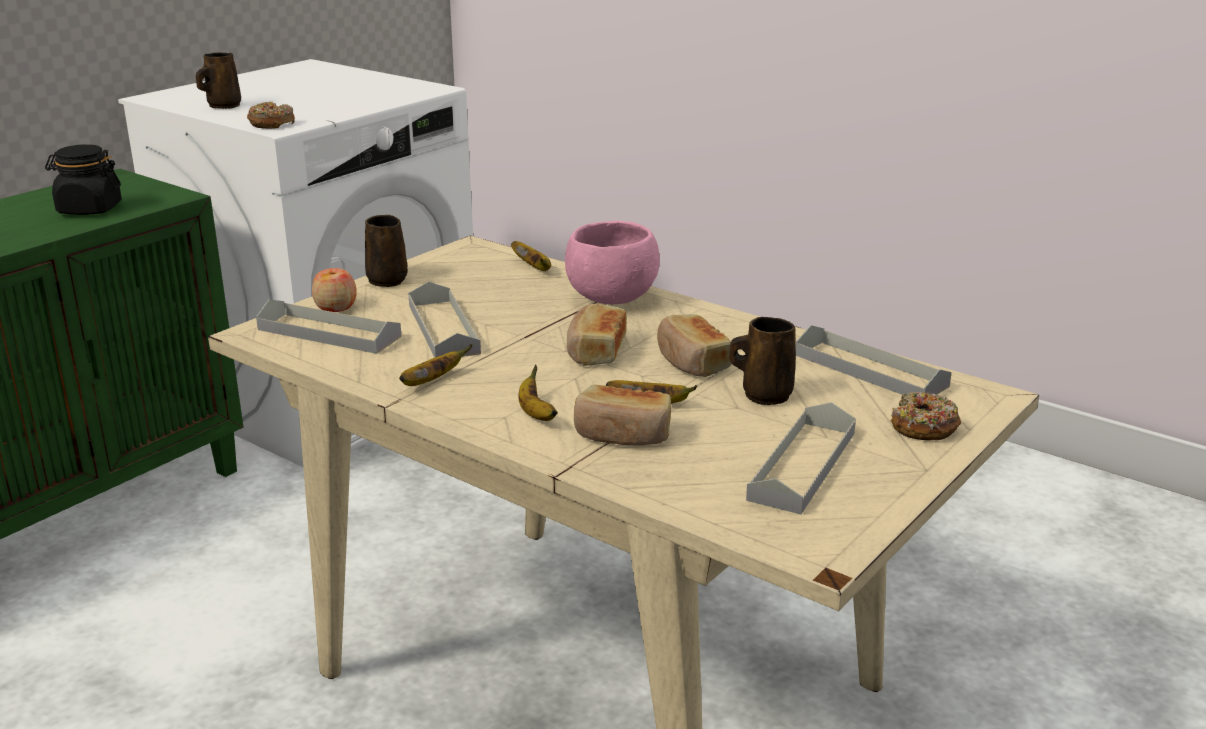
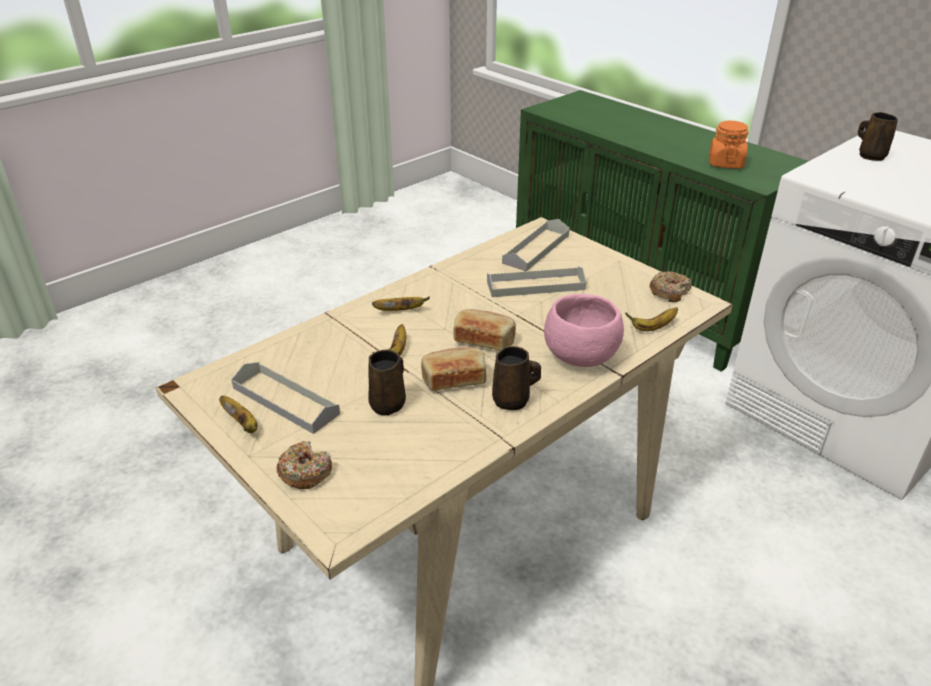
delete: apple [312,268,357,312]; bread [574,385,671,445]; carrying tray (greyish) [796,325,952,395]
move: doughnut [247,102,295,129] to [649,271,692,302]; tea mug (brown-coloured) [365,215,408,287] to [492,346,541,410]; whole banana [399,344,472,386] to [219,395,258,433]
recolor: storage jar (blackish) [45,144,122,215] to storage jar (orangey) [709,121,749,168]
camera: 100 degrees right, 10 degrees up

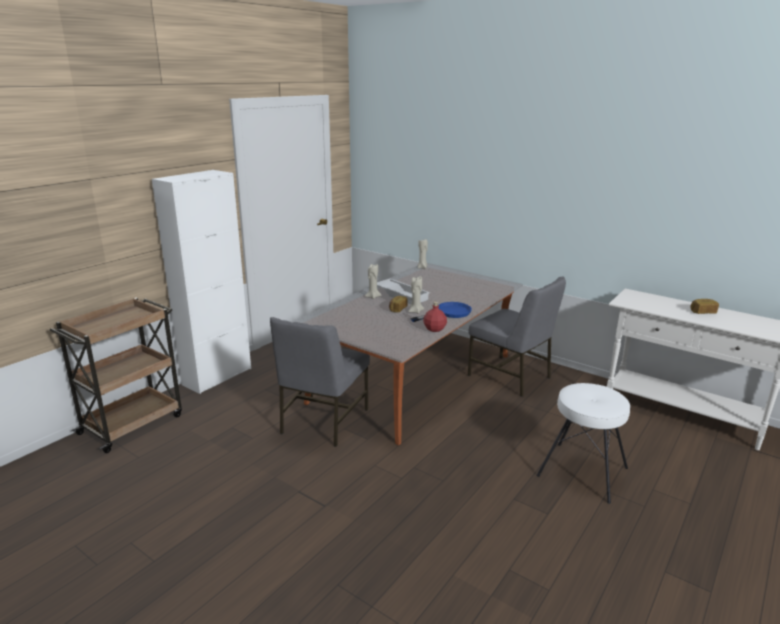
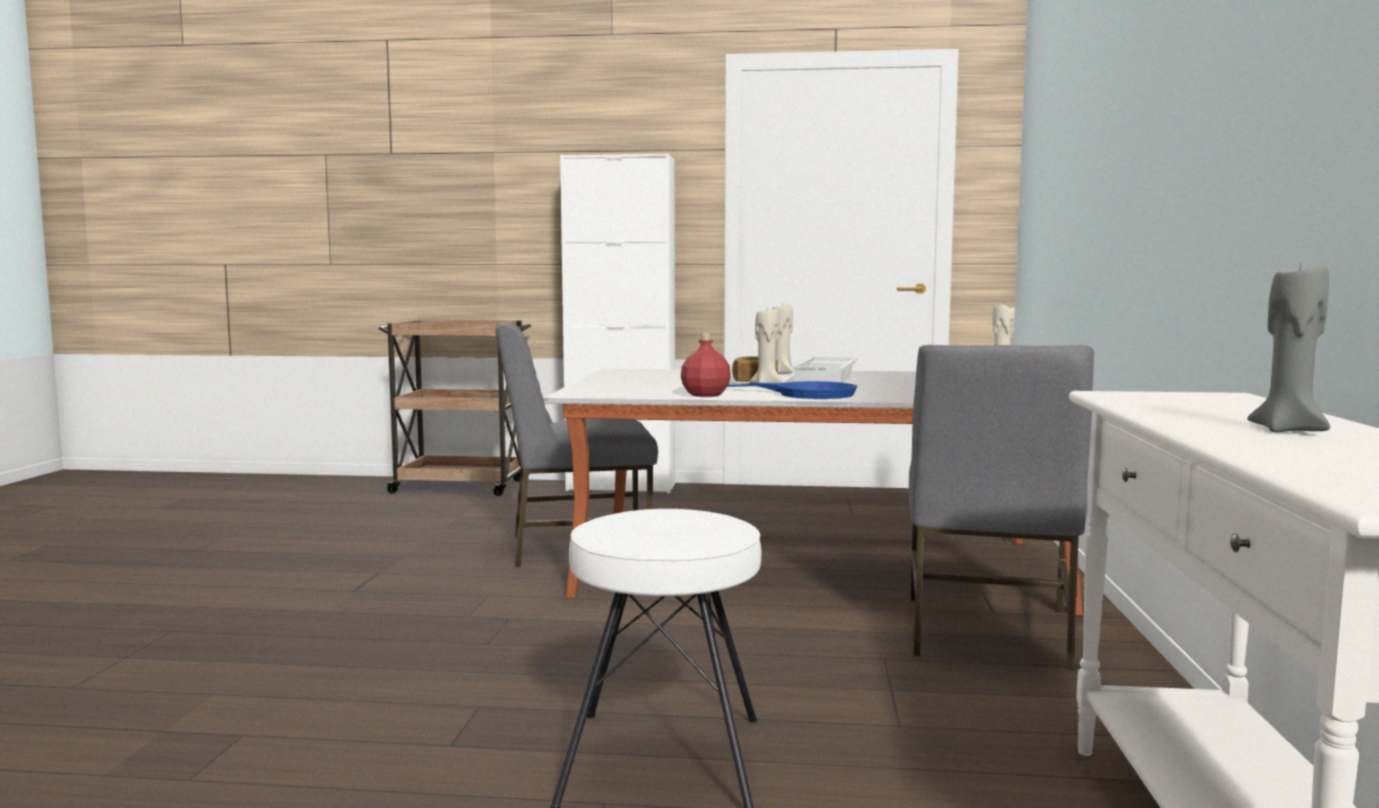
replace: bread [690,299,719,314] to wax candle (greyish) [1247,262,1330,433]
camera: 60 degrees right, 15 degrees down

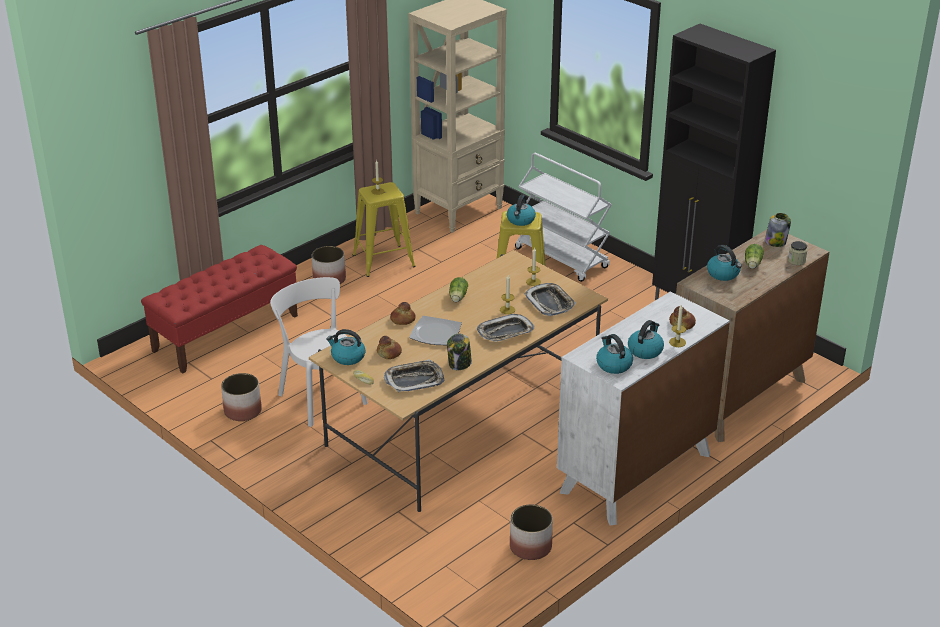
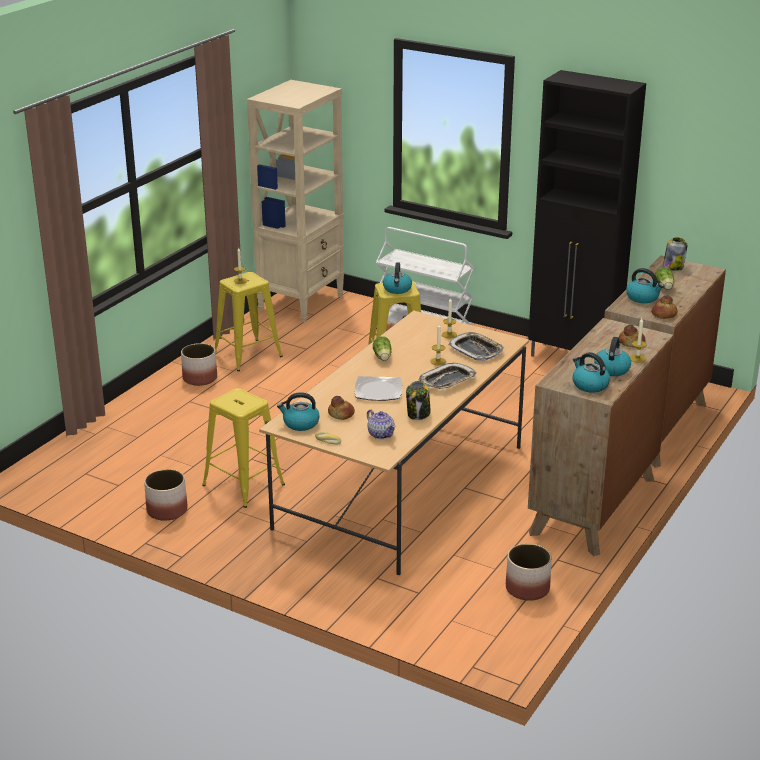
delete: bench (red-coloured) [141,245,298,374]; storage jar [788,241,808,265]
move: bread [390,302,416,325] to [651,295,678,319]
replace: upright chair (white) [270,277,368,427] to stool seat (yellowish) [202,388,285,508]; carrying tray [384,359,444,392] to pot for tea [367,410,395,439]
recolor: dresser (white) [557,291,730,526] to dresser (brown-coloured) [528,318,674,556]
camera: 15 degrees left, 5 degrees down

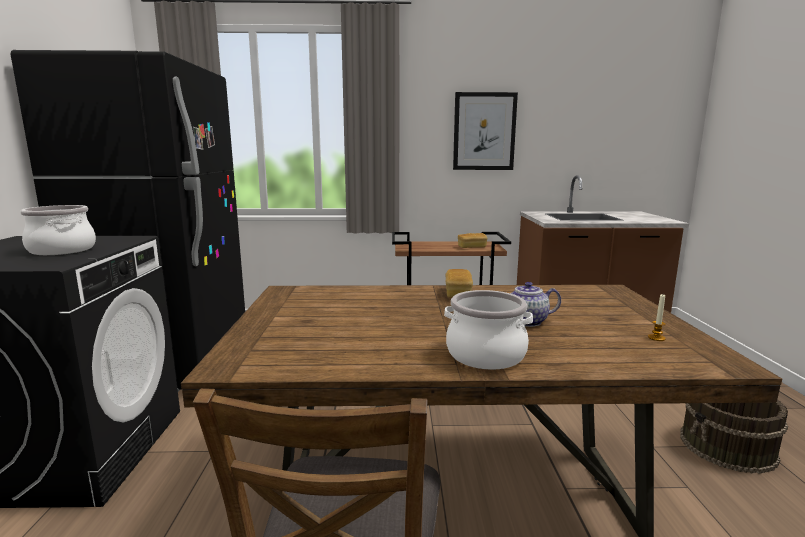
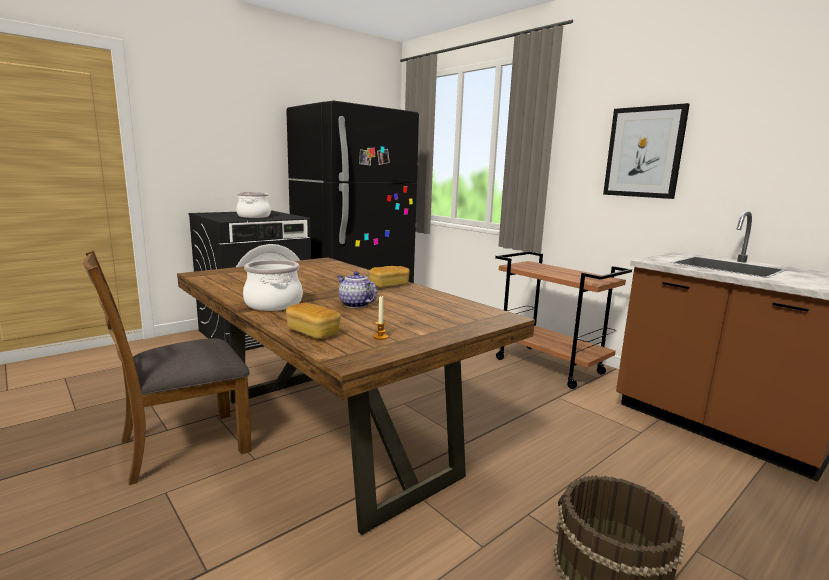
move: bread [458,233,487,248] to [286,303,341,339]
camera: 50 degrees right, 0 degrees up

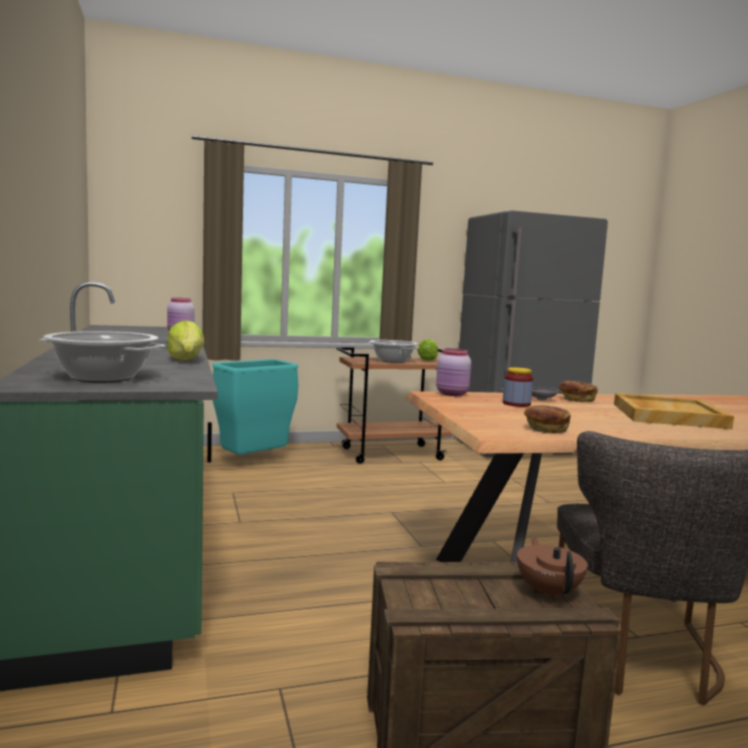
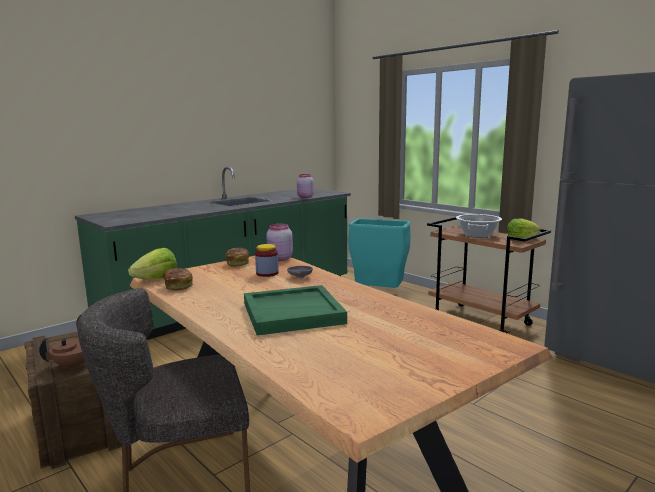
delete: stockpot [39,331,166,383]
move: lettuce [167,320,205,360] to [128,248,177,280]; bread [559,380,598,402] to [225,248,250,267]
recolor: carrying tray (sand-coloured) [614,393,734,429] to carrying tray (green) [244,285,347,335]
camera: 65 degrees right, 5 degrees up

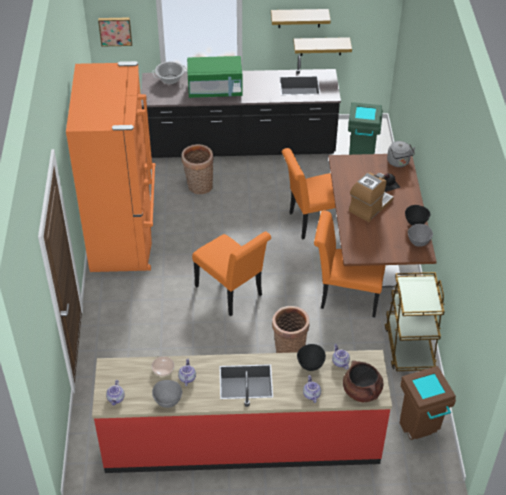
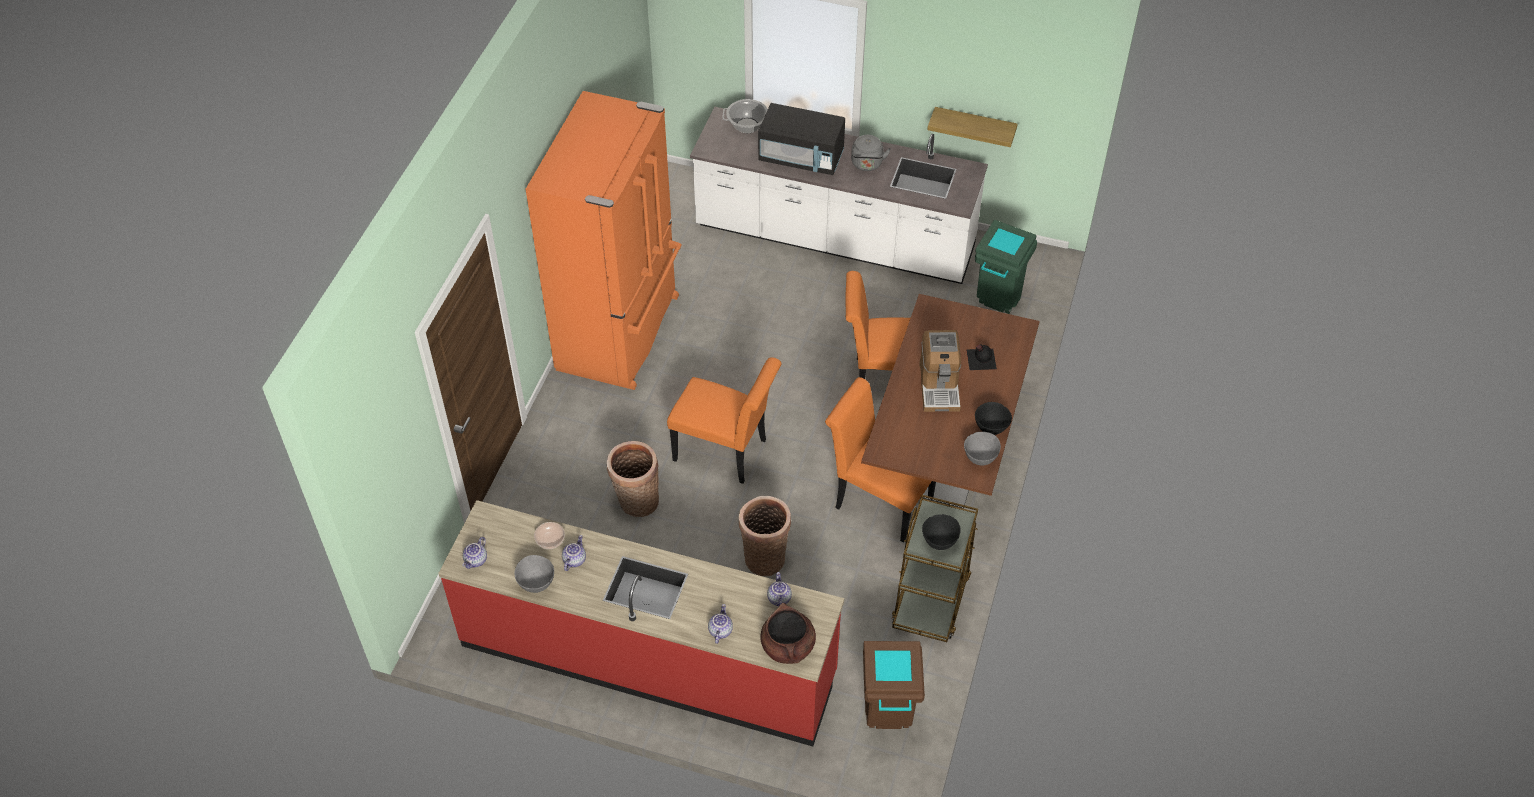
delete: wall picture [98,17,132,47]; shelf [271,9,331,28]
move: storage basket [182,144,214,194] to [607,441,659,517]; serving bowl (blackish) [297,344,326,371] to [922,514,961,550]; kettle (greyish) [387,141,415,167] to [851,135,891,171]
recolor: kitchen base unit (blackish) [141,55,341,158] to kitchen base unit (white) [690,107,988,284]; microwave (green) [187,56,242,98] to microwave (blackish) [758,103,845,175]
rotate: upright chair (orangey) [192,232,271,316] = [667,357,782,484] 45 degrees counterclockwise; coffee maker [349,172,393,222] = [919,330,961,412] 120 degrees clockwise
camera: 20 degrees right, 5 degrees up

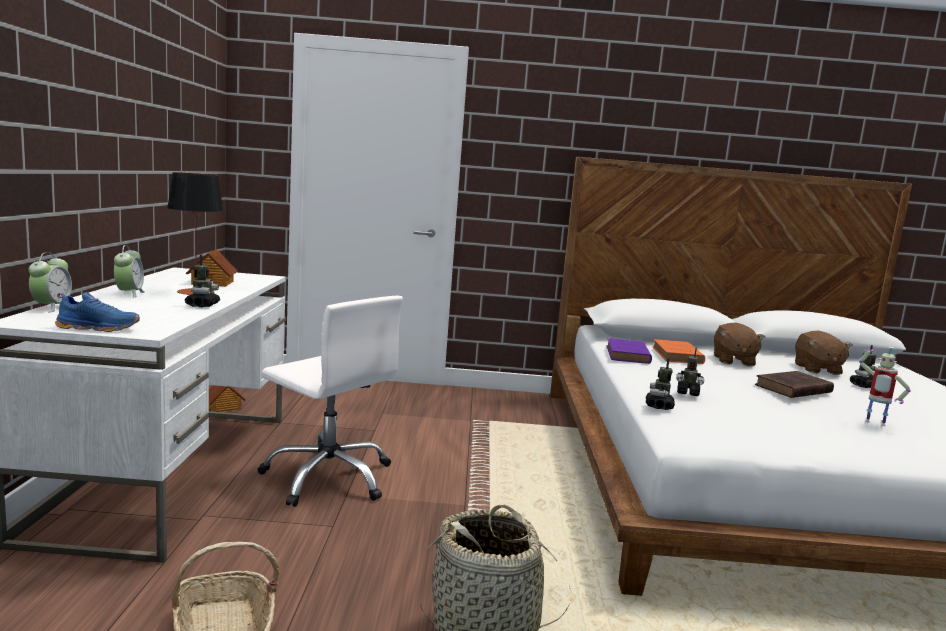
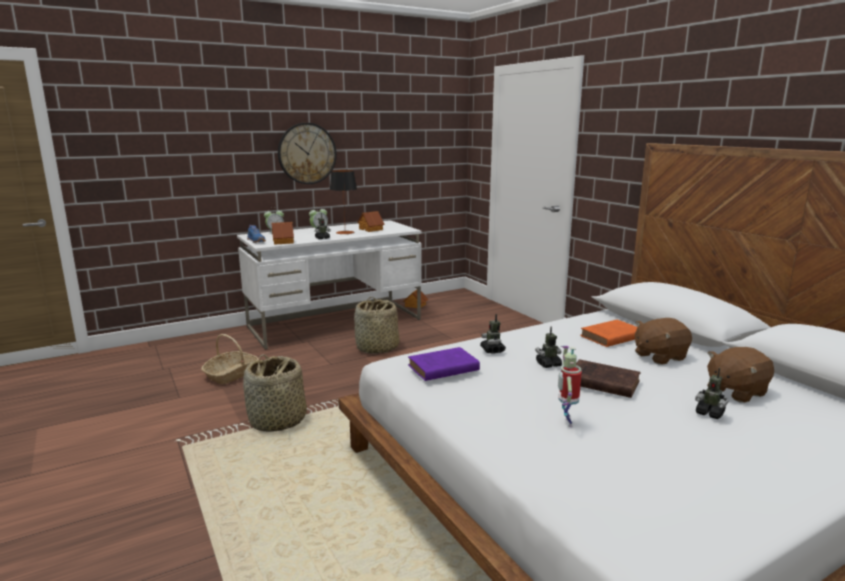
insert: model house [271,222,294,245]; wall clock [278,123,337,184]
move: volume (purple) [607,338,652,364] to [408,347,480,381]; model robot [646,359,675,410] to [535,327,562,368]
replace: desk chair (white) [257,296,403,507] to storage basket [354,297,399,354]
camera: 60 degrees right, 5 degrees up

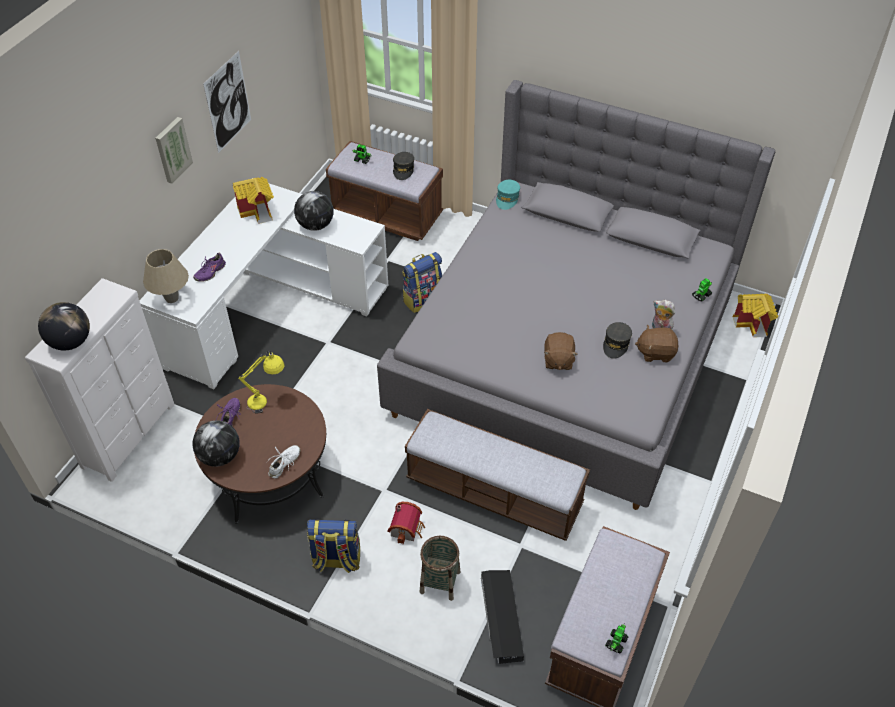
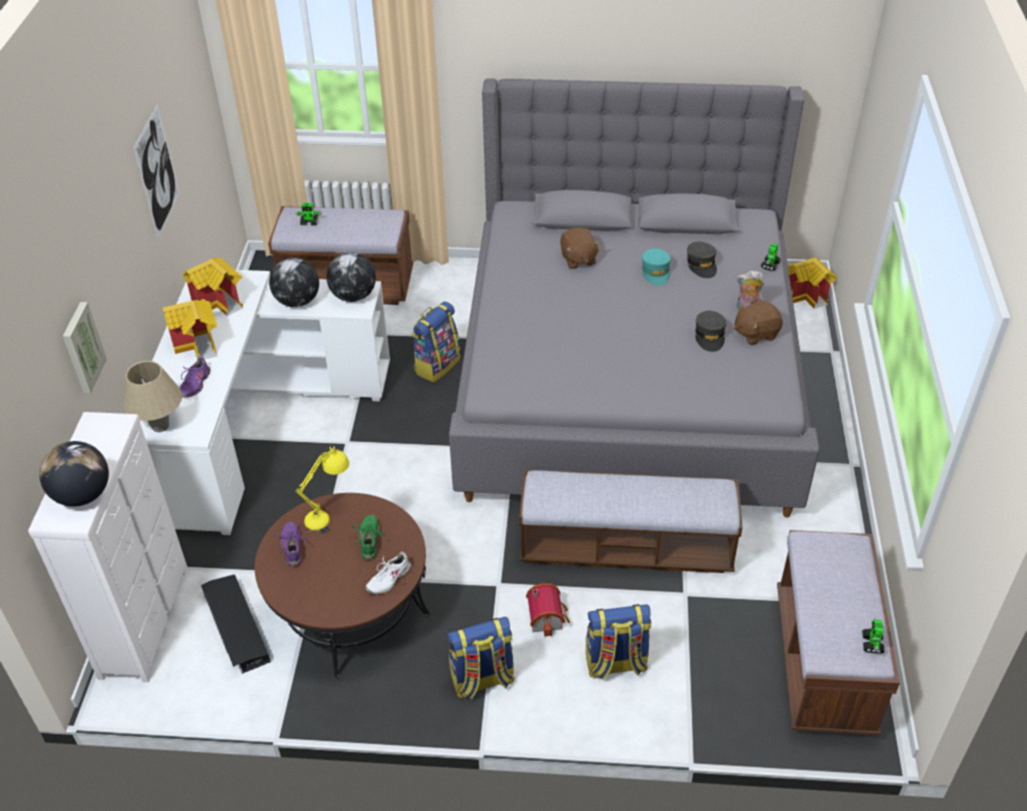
insert: model house [163,299,217,360]; item of footwear (green) [352,515,386,560]
move: wall picture [155,117,193,184] to [63,302,107,393]; desk globe [192,420,240,467] to [326,253,376,302]; baseball cap (greyish) [393,152,414,180] to [687,242,717,278]; storage container (blackish) [481,570,524,664] to [201,574,271,674]; baseball cap (turquoise-coloured) [496,180,520,210] to [642,248,671,286]; cuddly toy (brown-coloured) [544,332,578,370] to [560,227,600,269]
replace: storage basket [420,536,461,601] to backpack [586,604,651,680]
rotate: item of footwear (white) [266,445,301,479] = [365,552,411,594] 150 degrees counterclockwise
camera: 20 degrees left, 5 degrees down

